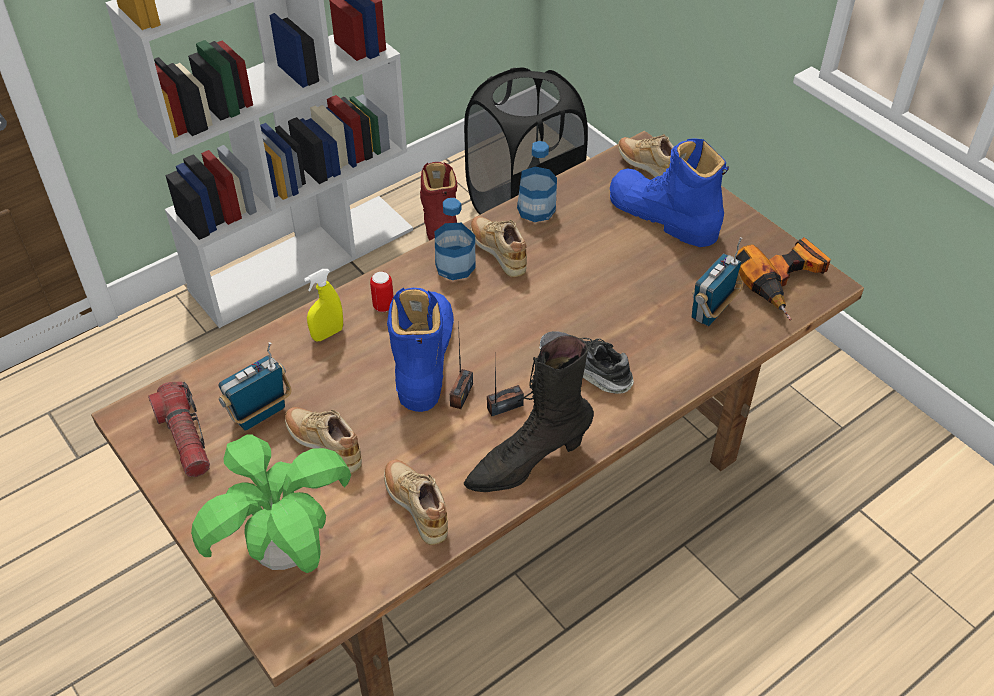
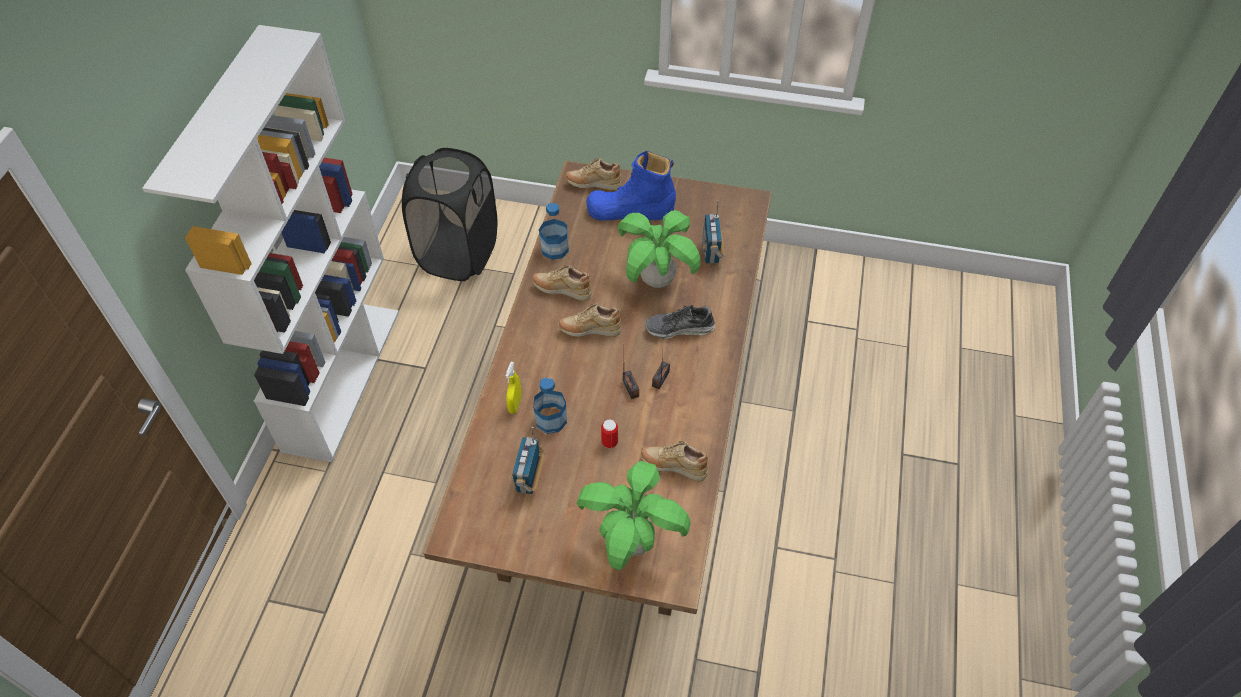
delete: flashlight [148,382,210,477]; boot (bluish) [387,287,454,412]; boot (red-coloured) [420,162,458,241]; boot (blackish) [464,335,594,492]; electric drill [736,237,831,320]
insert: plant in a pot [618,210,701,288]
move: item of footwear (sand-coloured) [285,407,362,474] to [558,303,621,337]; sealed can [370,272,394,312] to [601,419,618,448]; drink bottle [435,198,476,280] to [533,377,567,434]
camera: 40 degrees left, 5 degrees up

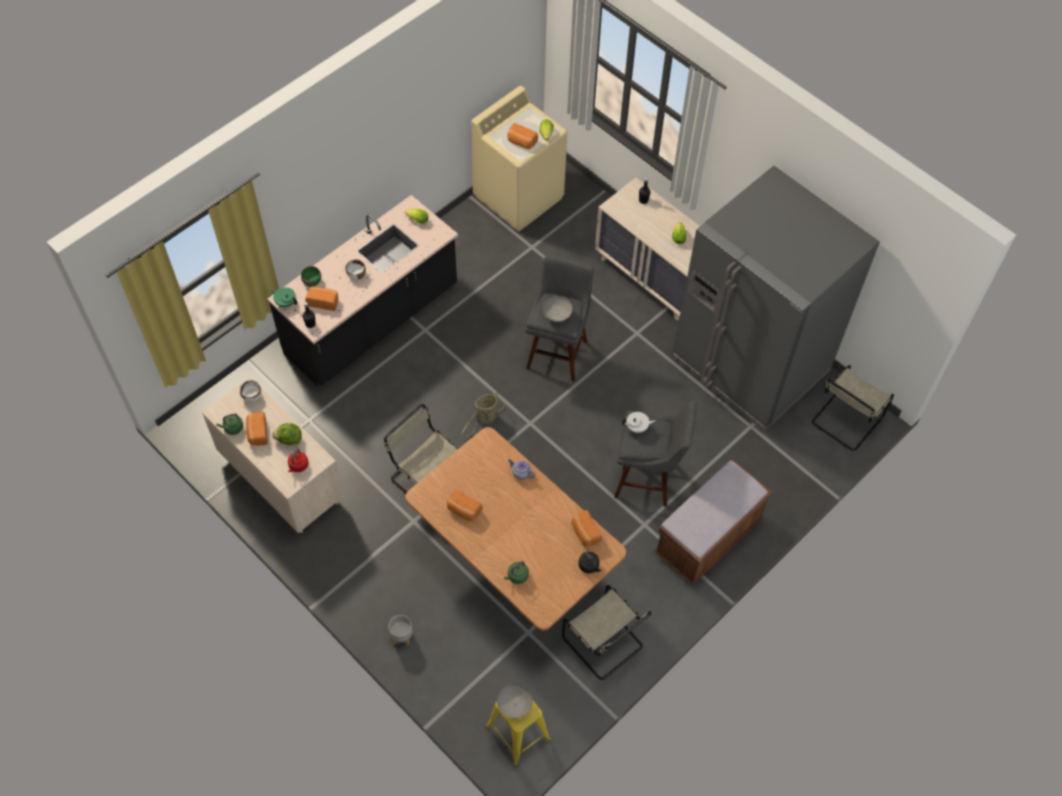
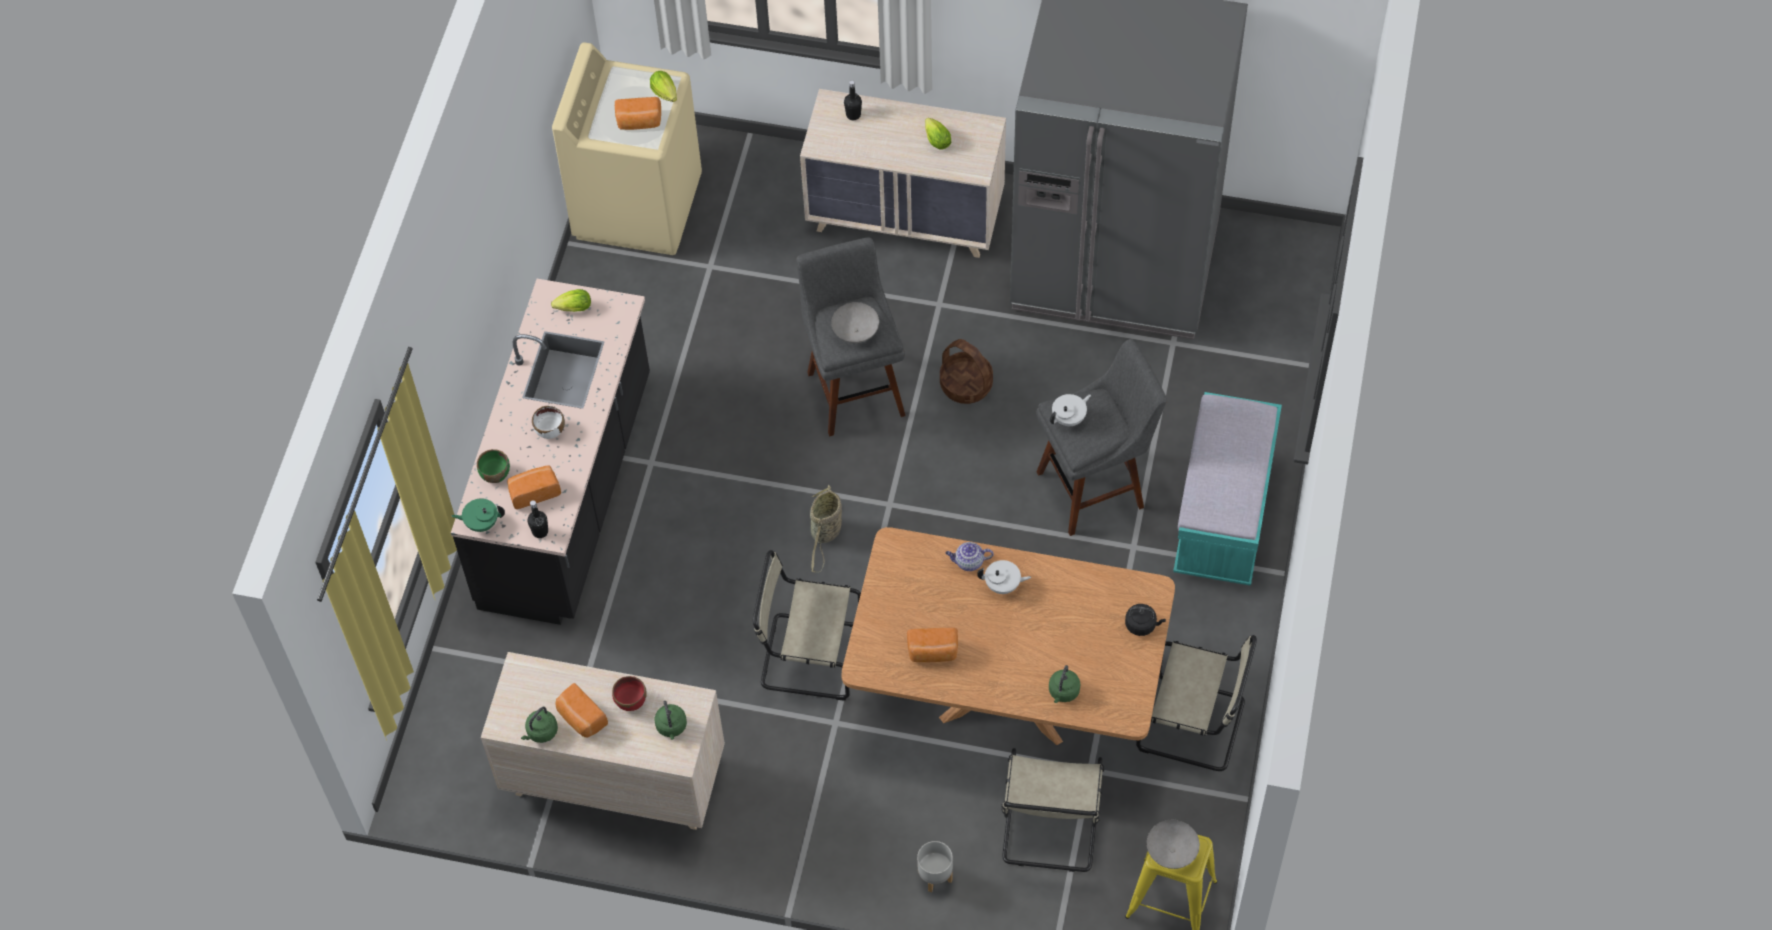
delete: serving bowl (white) [240,380,261,402]; bread [571,510,602,547]
insert: storage basket [940,339,993,404]; pot for tea (white) [977,560,1031,594]
move: upright chair (sand-coloured) [812,365,894,451] to [1001,748,1104,872]
replace: lettuce [273,423,302,445] to serving bowl (red-coloured) [612,676,647,711]
recolor: kettle (red-coloured) [288,448,308,472] to kettle (green) [655,701,687,740]; bench (brown-coloured) [654,460,772,586] to bench (turquoise-coloured) [1173,392,1282,586]
camera: 30 degrees left, 0 degrees up

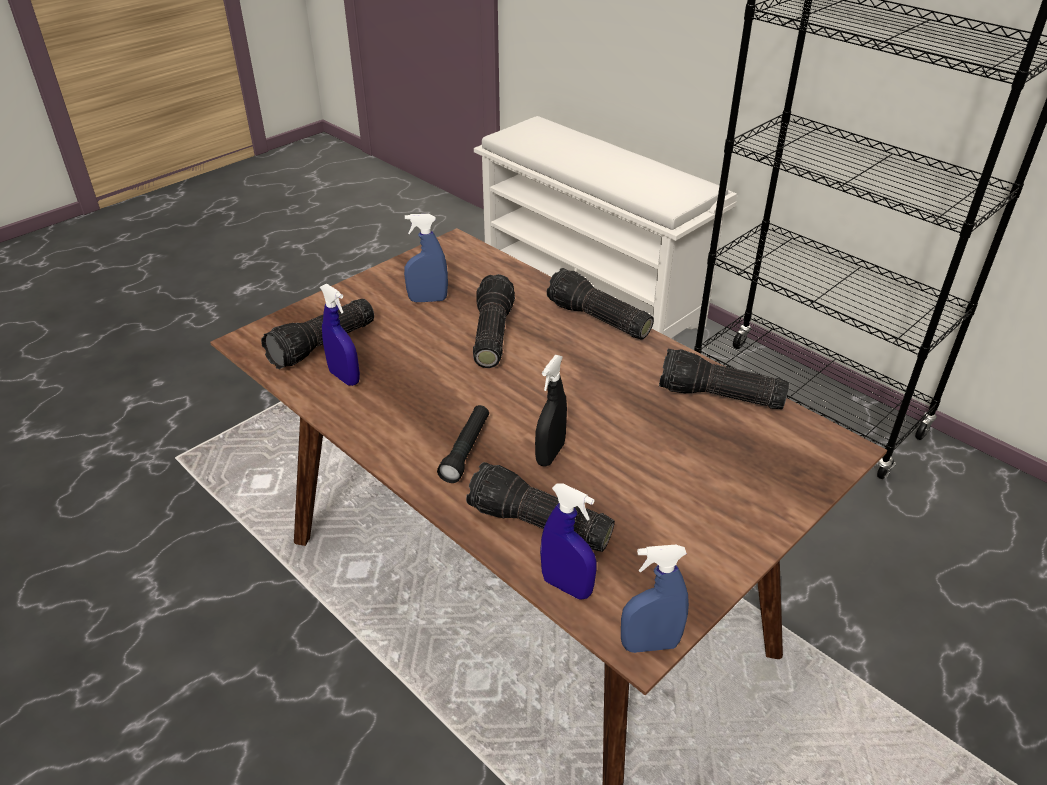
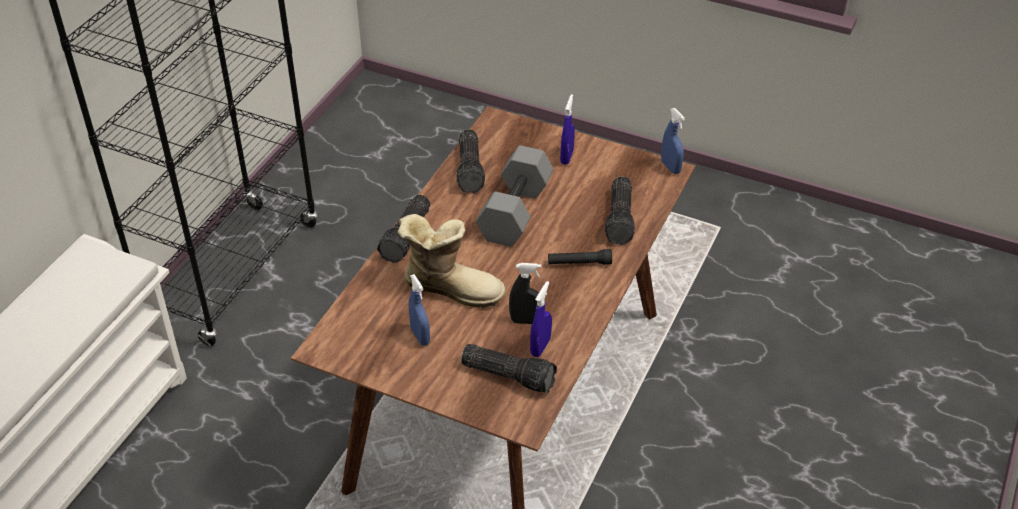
insert: dumbbell (greyish) [476,145,553,247]
move: spray bottle (blackish) [535,355,567,467] to [509,263,545,324]; spray bottle (bluish) [540,484,597,600] to [560,94,575,165]
replace: flashlight [473,274,515,368] to boot [397,214,506,307]
camera: 110 degrees left, 5 degrees up

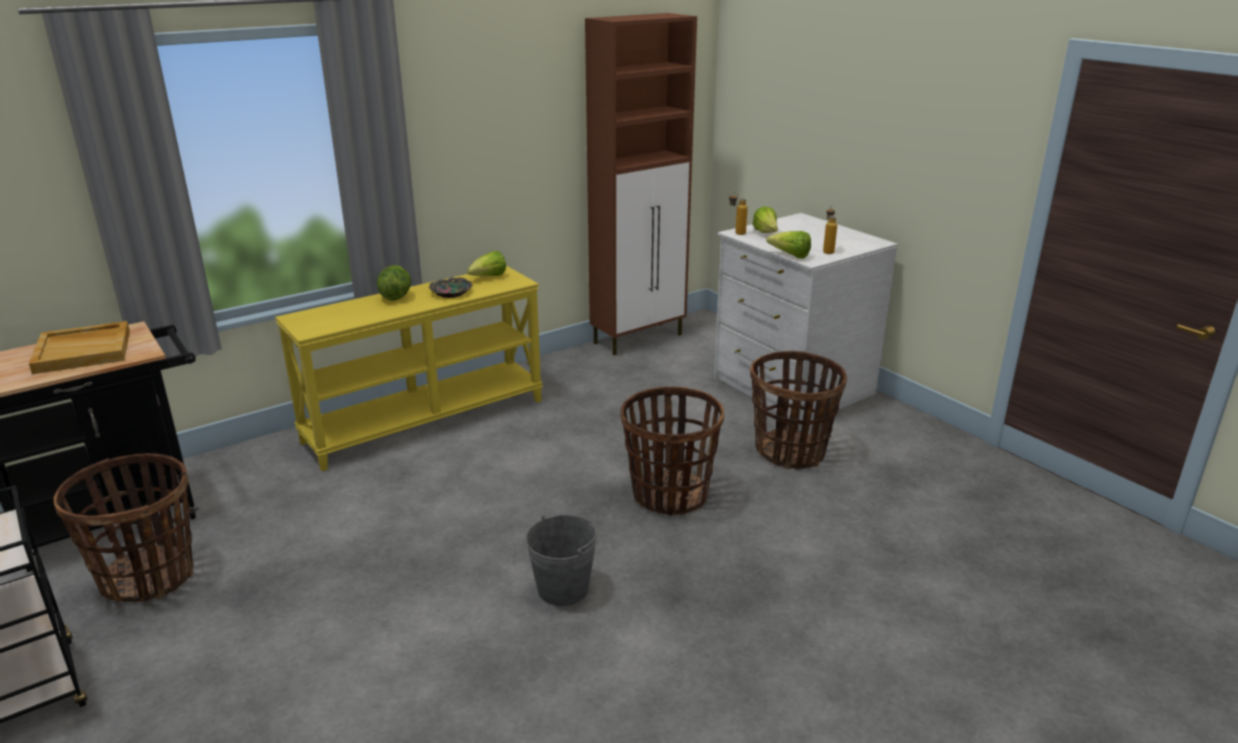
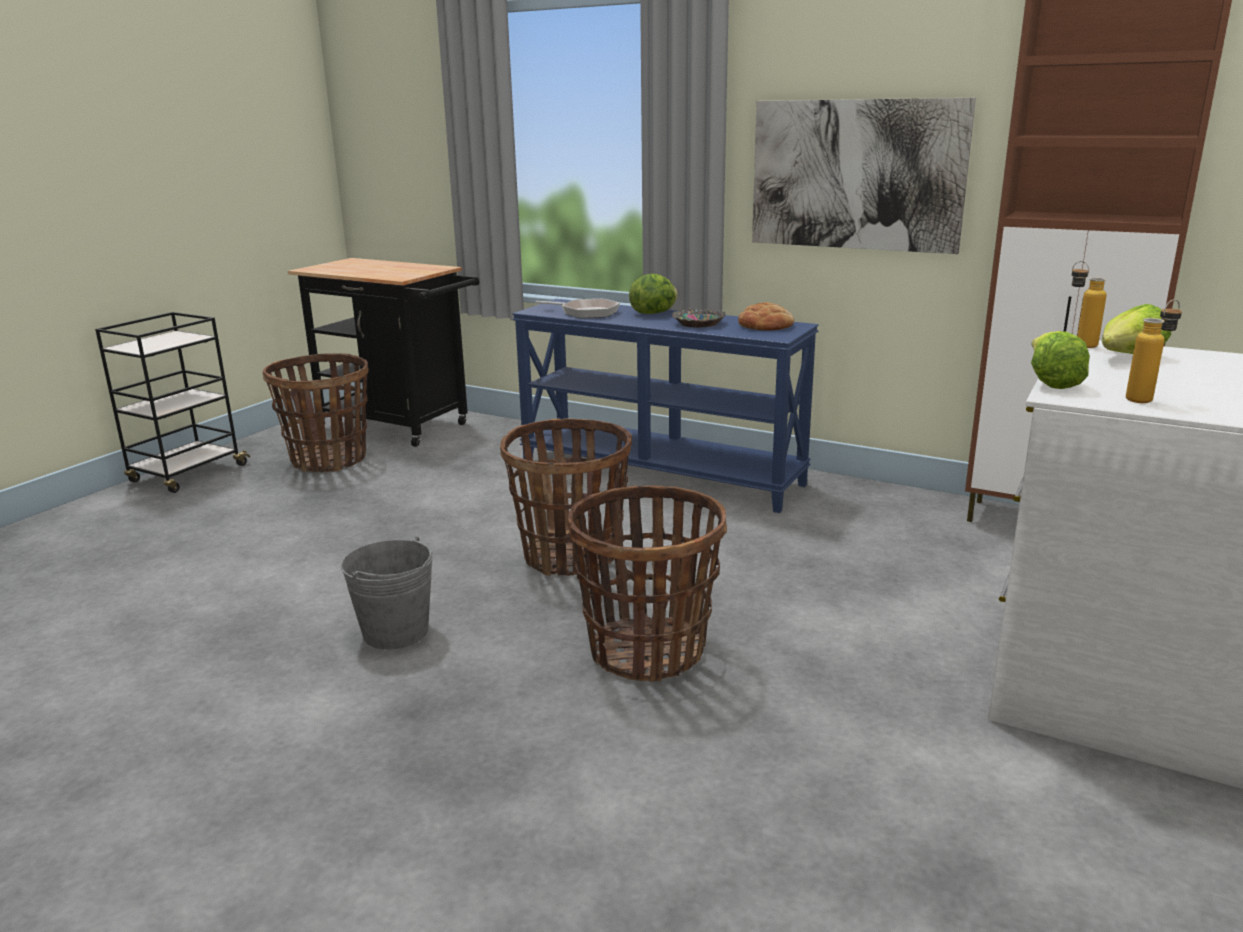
delete: carrying tray (sand-coloured) [29,321,130,374]
insert: skillet [535,298,620,318]; wall picture [752,98,976,254]
move: storage basket [750,351,847,469] to [500,418,632,576]
replace: lettuce [467,251,506,276] to bread [738,302,794,331]
recolor: narrow table (yellowish) [275,266,543,471] to narrow table (bluish) [512,299,819,513]
camera: 65 degrees right, 5 degrees down

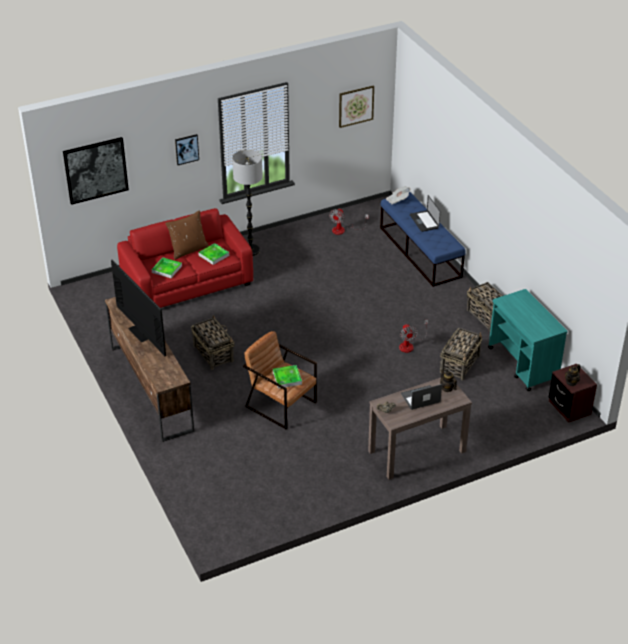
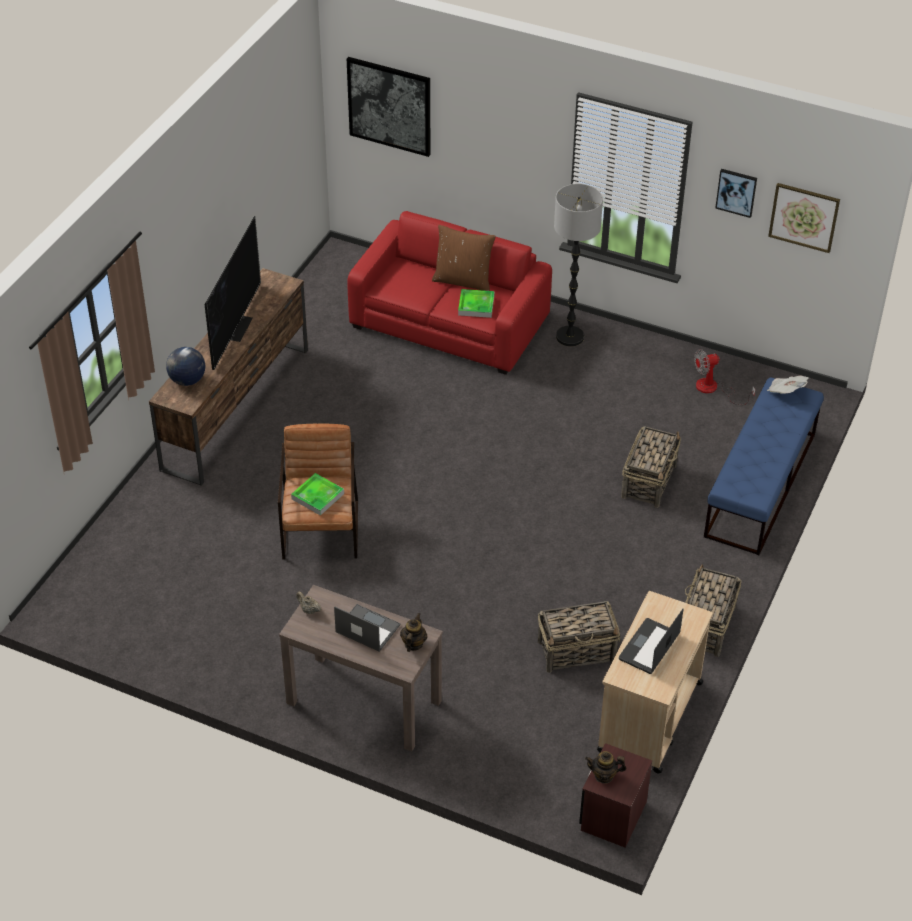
delete: carrying tray [152,257,182,278]; fan [399,320,428,353]
insert: desk globe [166,347,205,386]
move: wall picture [175,134,199,165] to [715,169,757,218]; storage basket [191,315,234,370] to [621,426,681,508]; portable computer [410,195,440,232] to [619,609,683,674]
recolor: cart (turquoise-coloured) [488,289,567,391] to cart (sand-coloured) [597,591,713,774]
camera: 50 degrees right, 5 degrees up

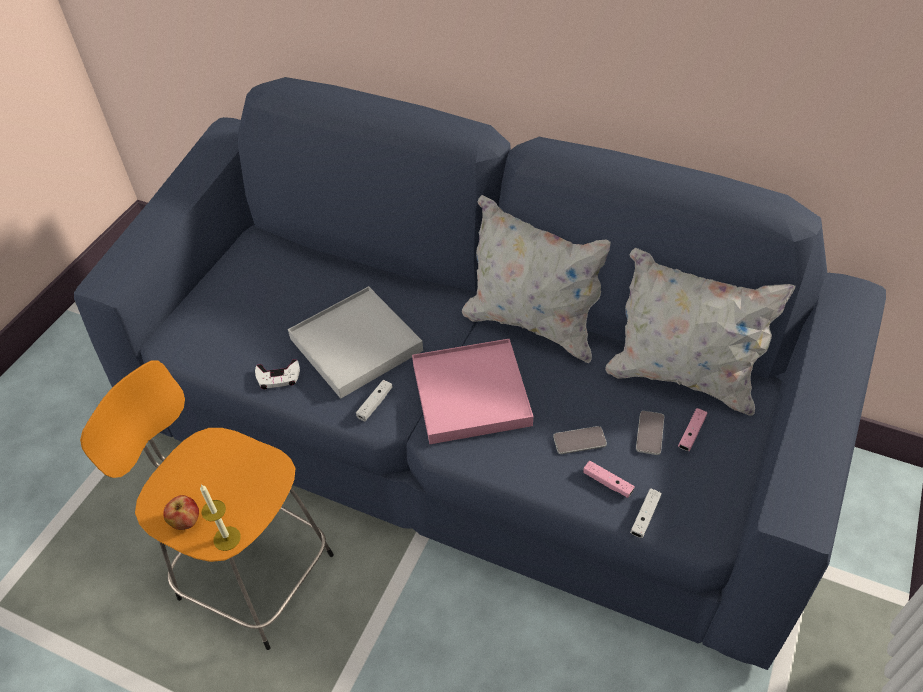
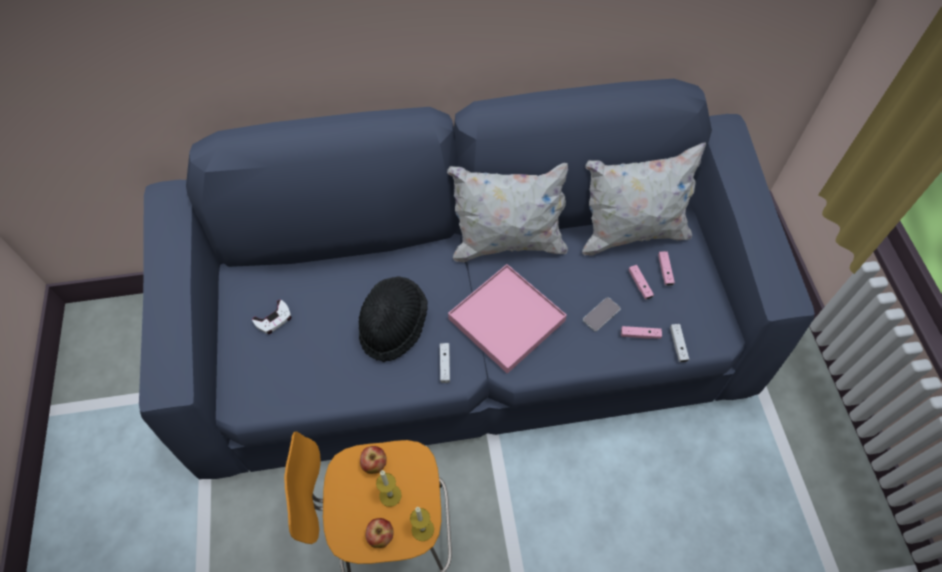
insert: apple [360,446,387,474]; wax candle [376,470,402,507]
move: gamepad (white) [255,359,300,389] to [252,300,291,334]
replace: carrying tray (white) [288,286,423,399] to clothing hat (blackish) [359,276,428,362]; handset [636,411,664,455] to gamepad (pink) [629,265,654,299]
camera: 35 degrees left, 10 degrees up

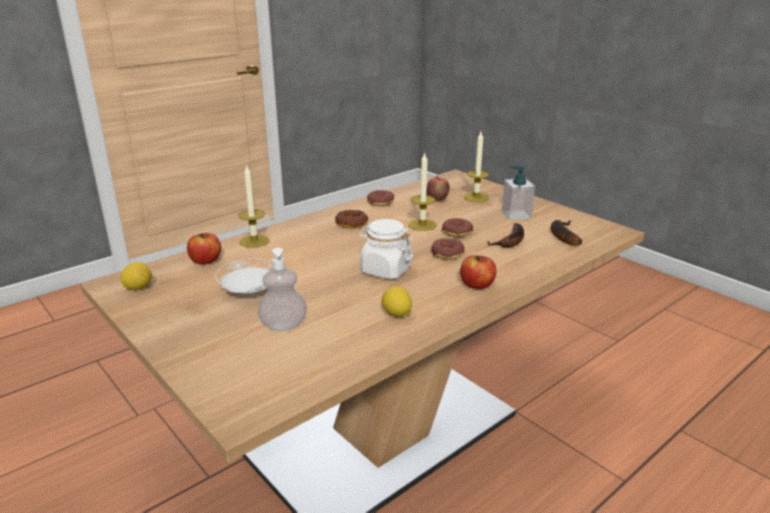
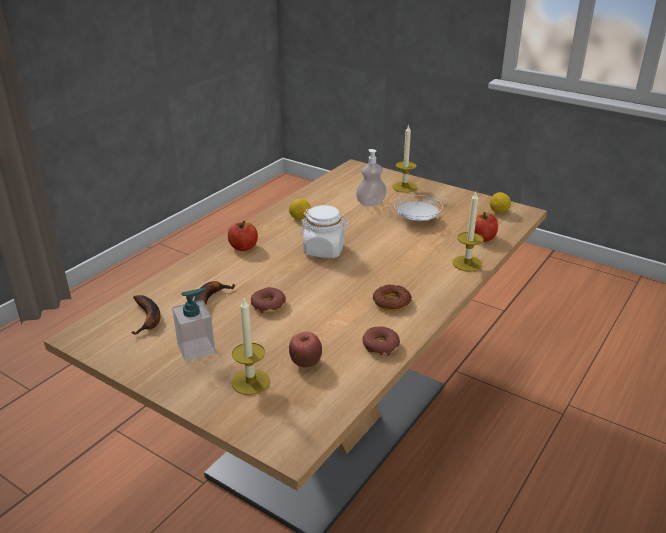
delete: doughnut [431,239,465,260]
move: wax candle [409,152,437,231] to [393,124,417,193]
camera: 165 degrees right, 5 degrees up

